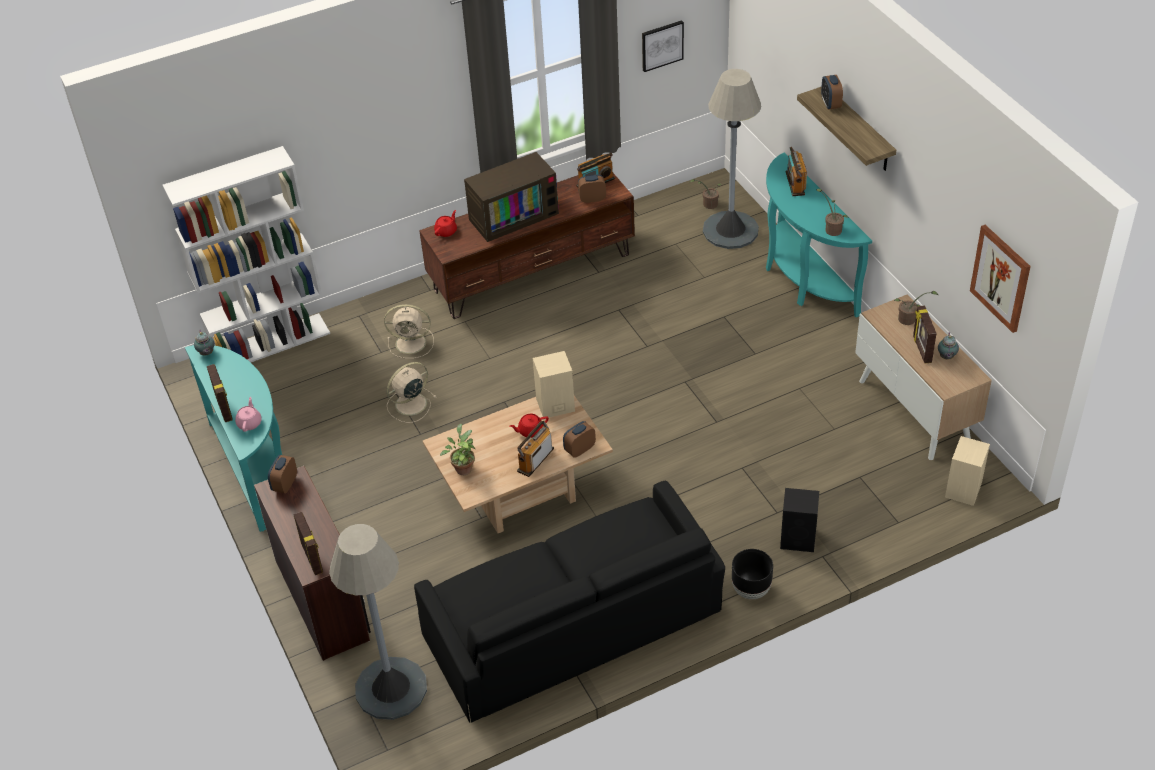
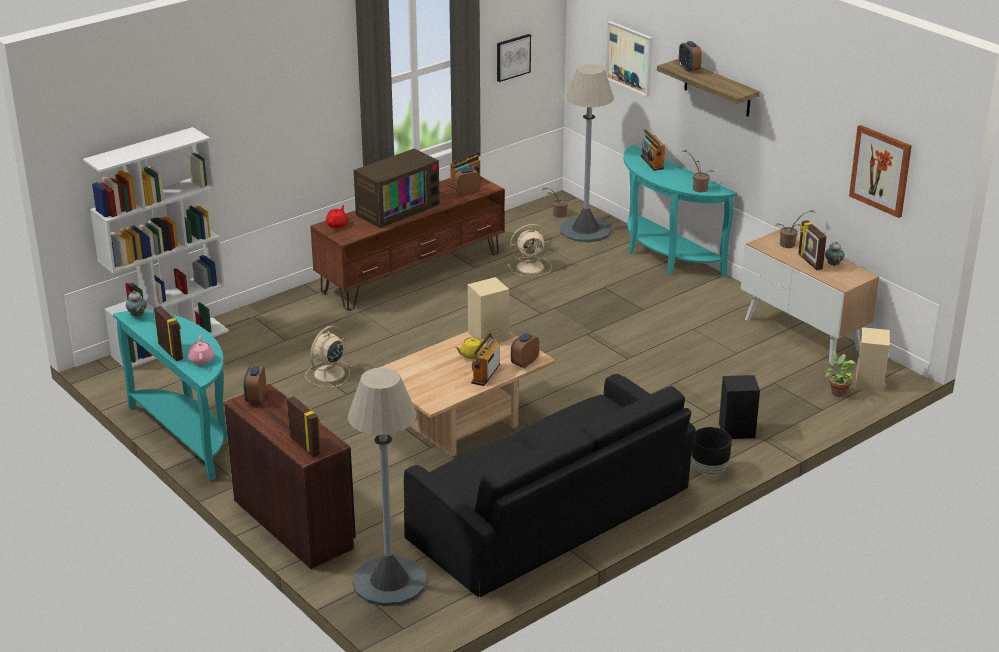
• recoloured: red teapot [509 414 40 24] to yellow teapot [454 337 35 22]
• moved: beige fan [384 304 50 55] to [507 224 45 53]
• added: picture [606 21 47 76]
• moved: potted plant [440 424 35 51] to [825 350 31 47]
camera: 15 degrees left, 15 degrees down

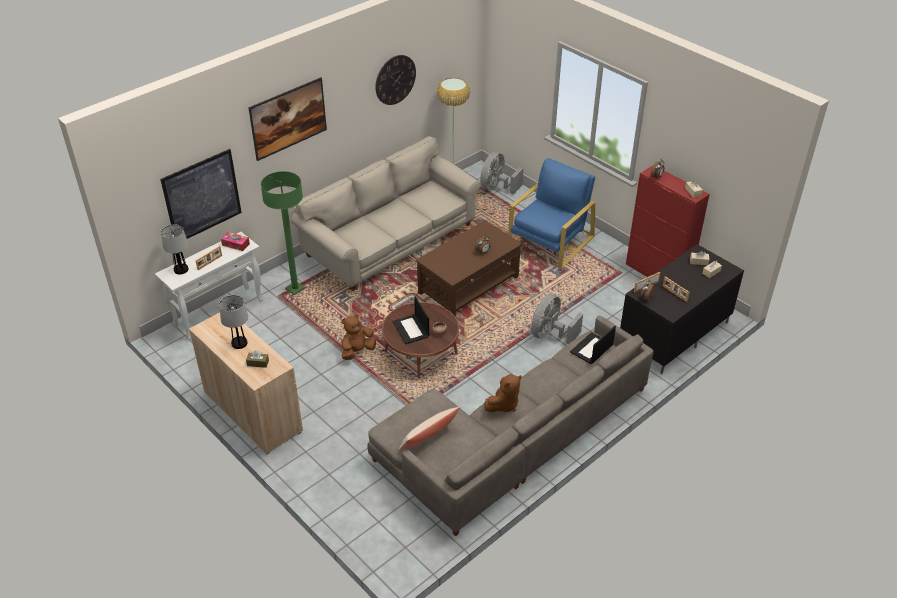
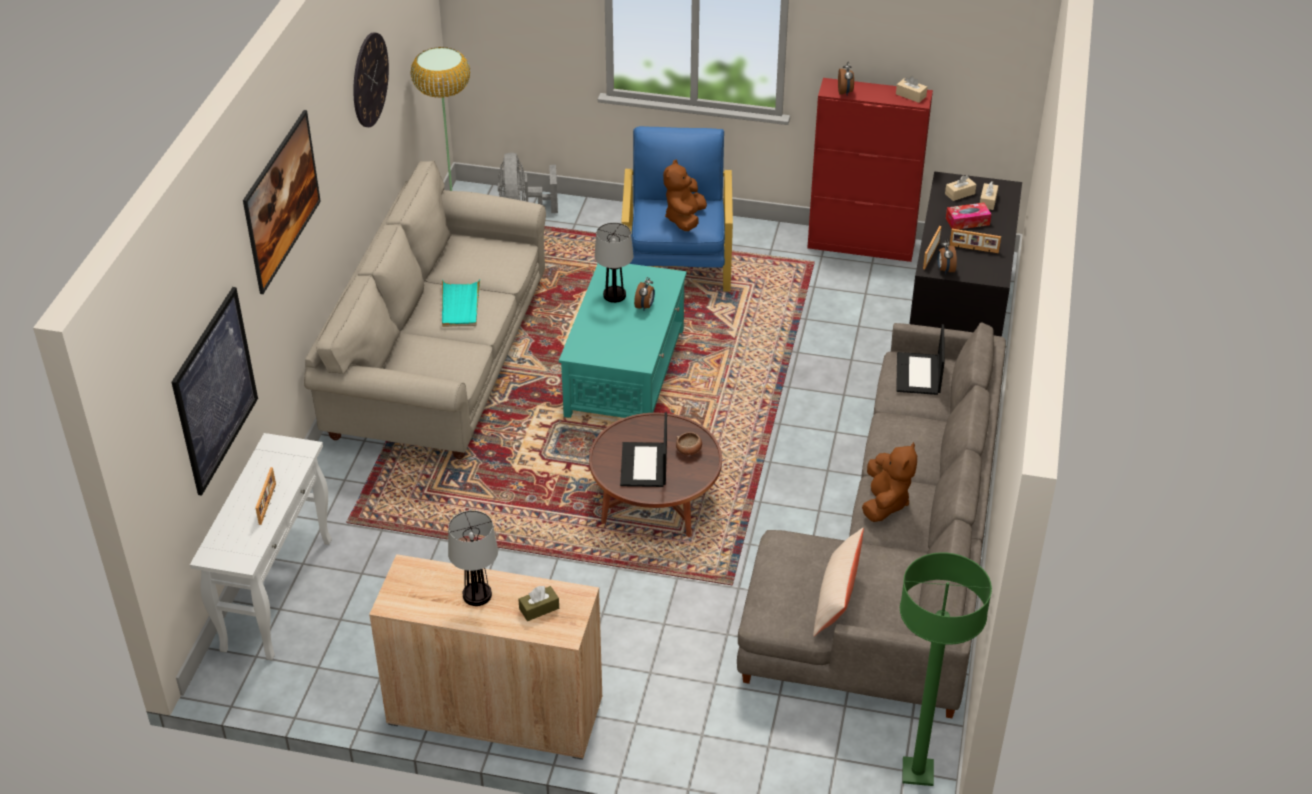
• added: turquoise tray [442 279 39 48]
• recoloured: brown coffee table [416 220 106 96] to turquoise coffee table [559 264 128 154]
• moved: table lamp [161 225 27 49] to [594 222 39 81]
• turned: laptop [392 296 37 48] = [620 412 47 75] 60 degrees clockwise
• moved: brown plush toy [342 314 34 46] to [663 160 44 71]
• moved: green floor lamp [261 171 44 124] to [900 552 92 234]
• moved: tissue box [221 232 29 19] to [946 203 45 27]
• removed: grey fan [531 294 52 50]
camera: 35 degrees left, 0 degrees up

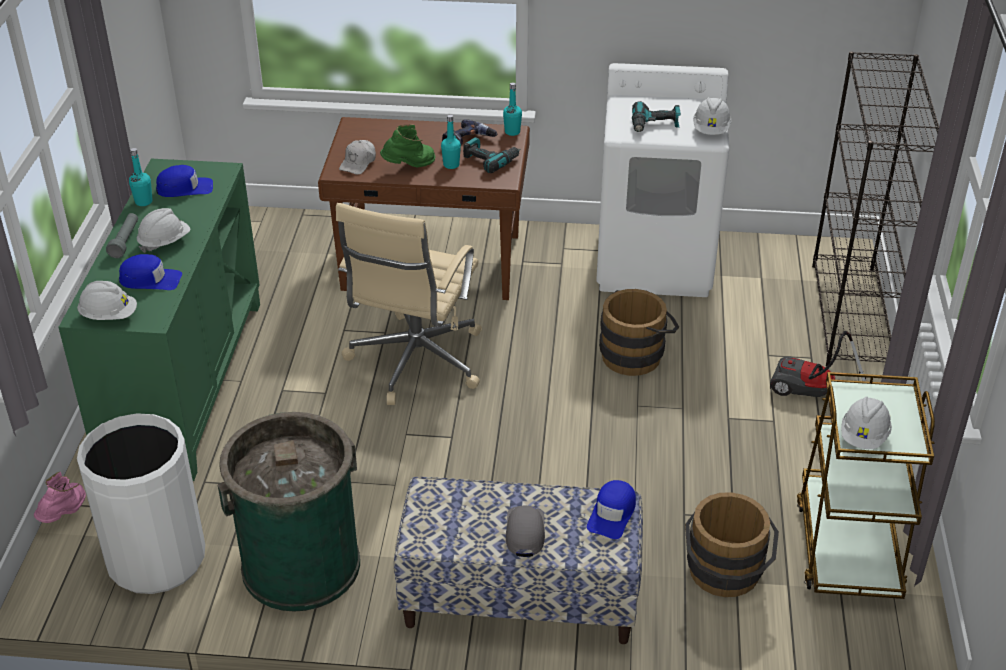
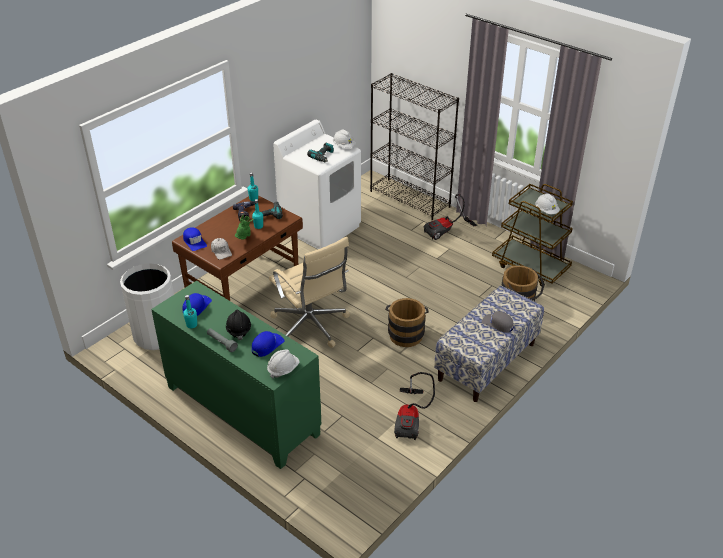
• moved: white trash can [77 413 128 181] to [120 263 54 87]
• moved: blue cap [587 480 49 59] to [183 227 24 24]
• recoloured: white hard hat [137 208 54 45] to black hard hat [226 310 25 30]
• moved: brown bucket [599 289 80 87] to [385 298 44 49]
• replaced: green trash can [218 412 142 199] to vacuum cleaner [394 372 41 68]
• removed: pink boot [34 472 52 51]
camera: 55 degrees left, 0 degrees up

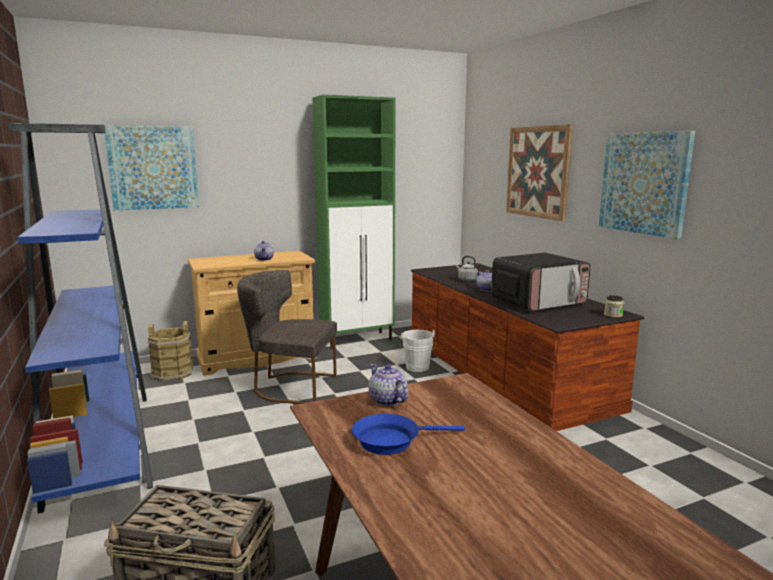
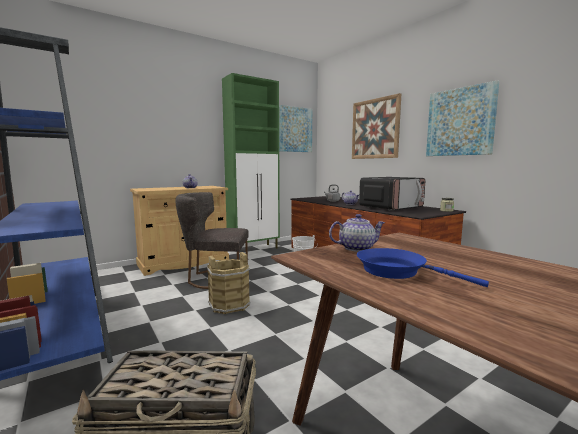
• moved: brown bucket [147 321 46 60] to [207 252 43 62]
• moved: picture [105 125 94 85] to [279 105 33 47]
• turned: teapot [368 364 40 42] = [329 214 56 38] 120 degrees clockwise
• turned: blue frying pan [352 414 113 41] = [357 248 132 39] 60 degrees clockwise
camera: 10 degrees left, 5 degrees down

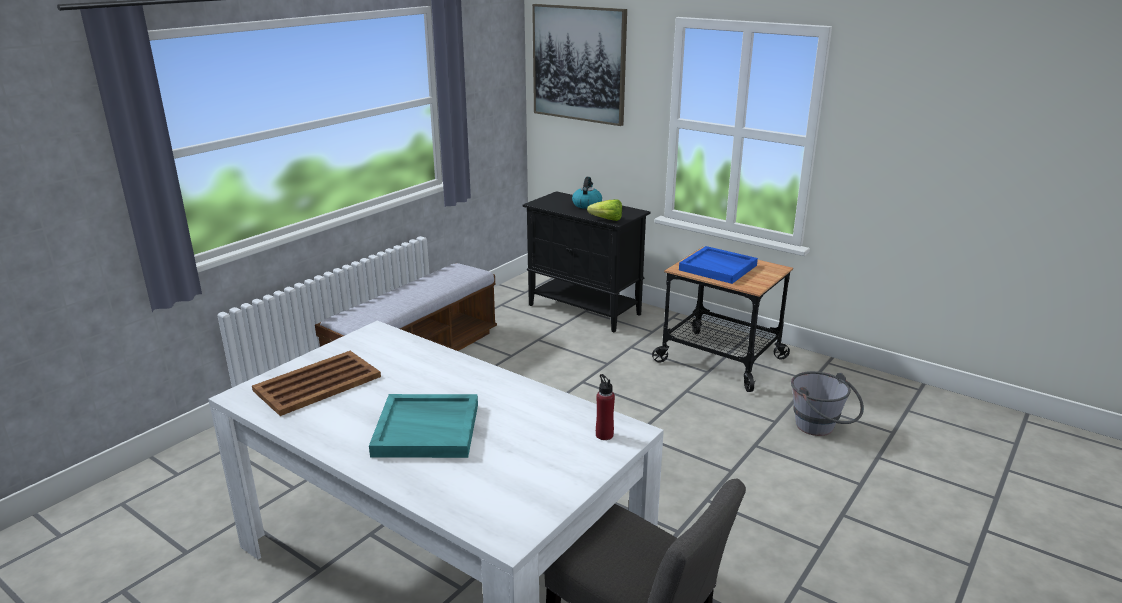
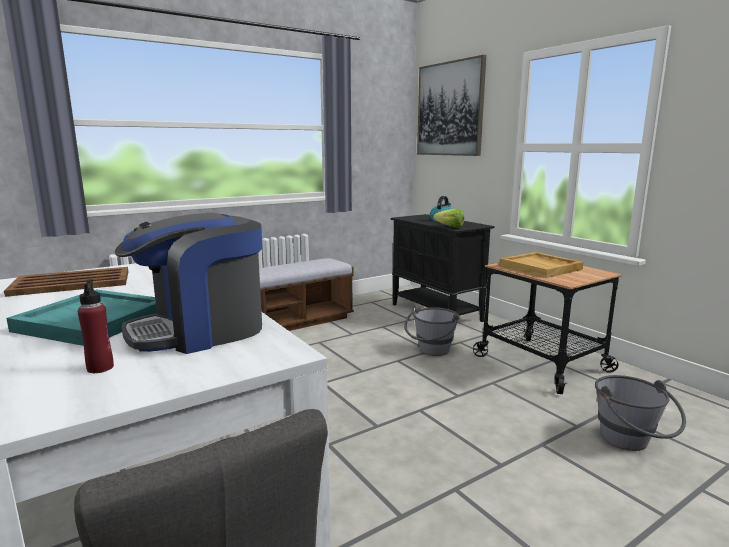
• moved: red bottle [596 374 19 66] to [78 279 36 94]
• added: coffee machine [115 213 147 141]
• added: grey bucket [404 305 55 51]
• recoloured: blue tray [679 246 79 38] to beige tray [499 252 84 26]
camera: 20 degrees right, 10 degrees down

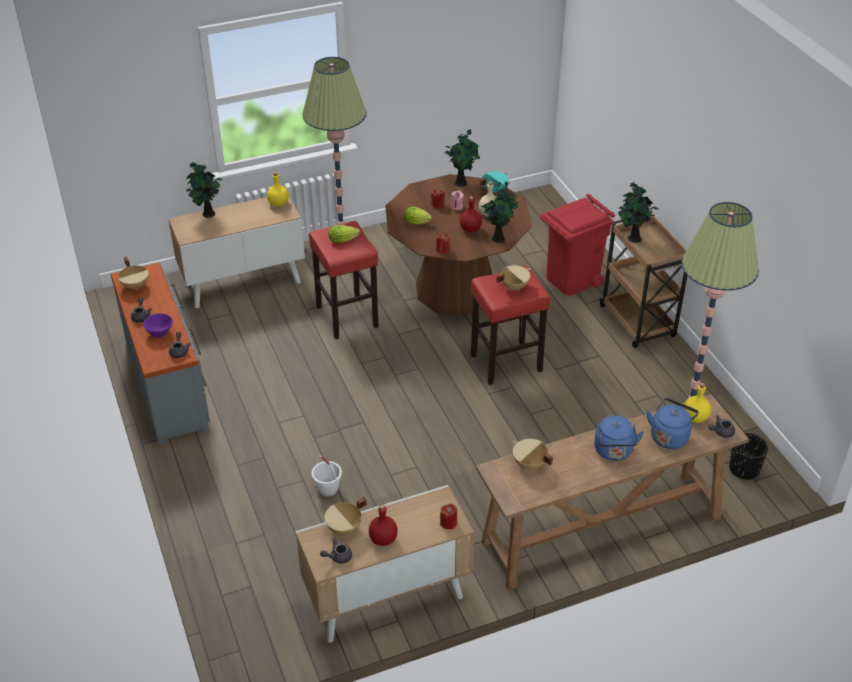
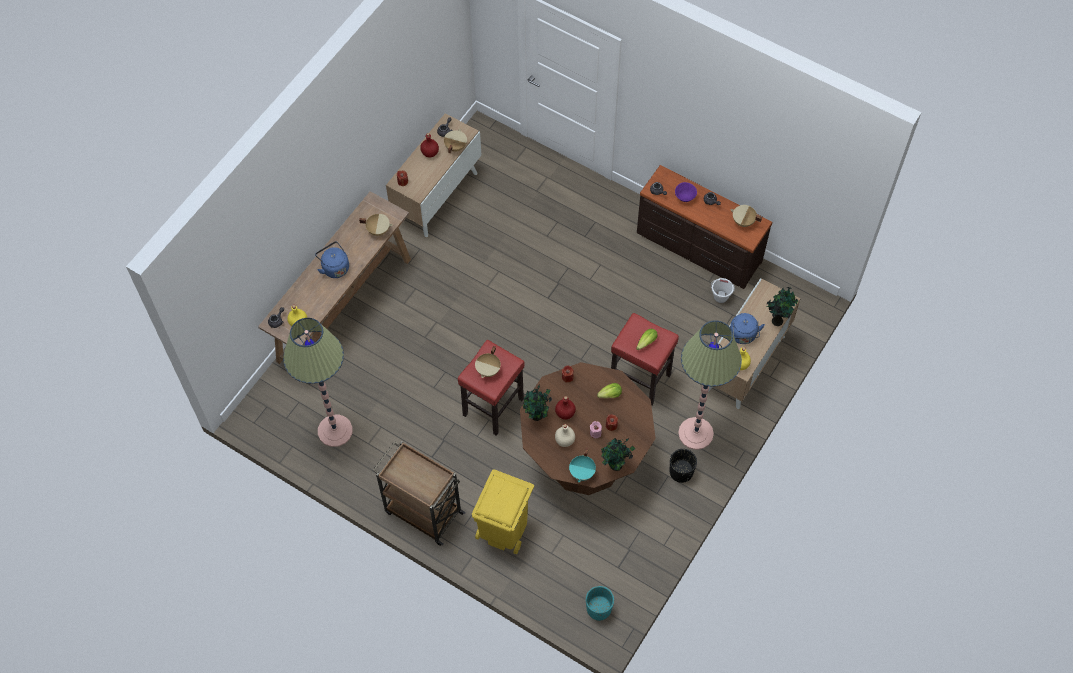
• recoloured: red trash can [540 194 75 102] to yellow trash can [472 469 62 85]
• added: turquoise planter [586 586 28 35]
• recoloured: grey dresser [110 263 100 182] to brown dresser [637 165 135 124]
• moved: black planter [729 433 39 47] to [669 449 28 34]
• moved: white bucket [312 455 30 42] to [711 278 24 25]
• moved: blue kettle [646 398 53 51] to [730 313 35 31]
• removed: potted plant [618 182 41 61]
camera: 145 degrees right, 20 degrees up

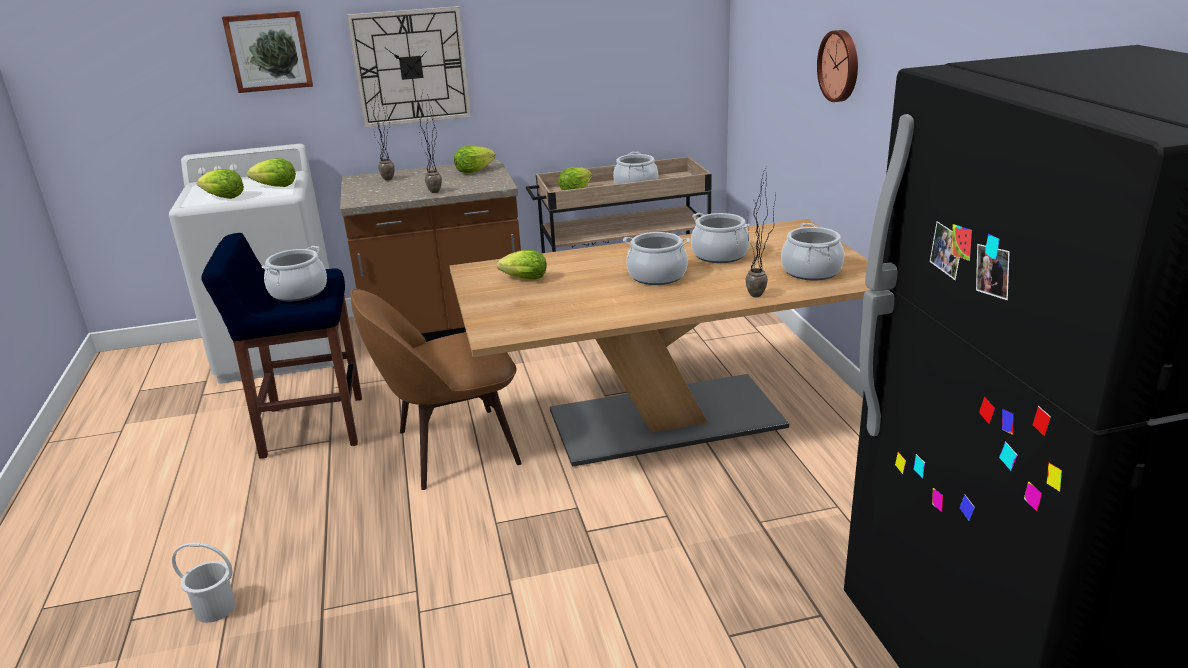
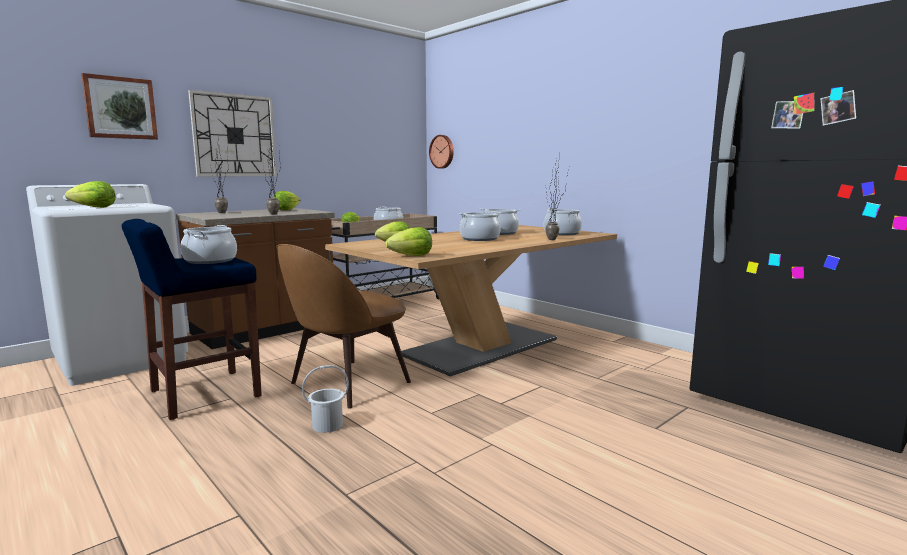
• moved: white bucket [172 543 64 80] to [302 365 47 68]
• moved: lettuce [247 158 49 29] to [386 227 46 29]
• moved: wall clock [817 30 41 72] to [429 135 25 34]
camera: 30 degrees left, 15 degrees down

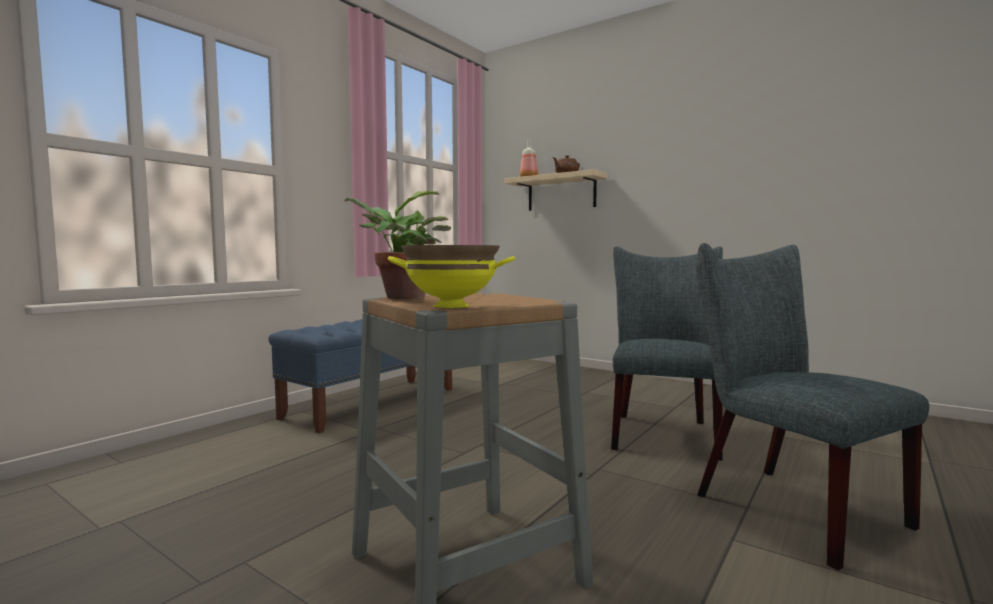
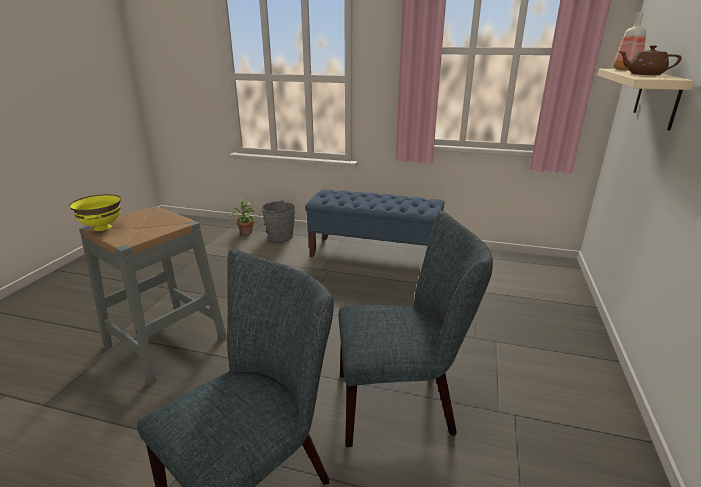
• moved: potted plant [345 191 106 108] to [229 199 26 36]
• added: grey bucket [261 200 35 42]
camera: 70 degrees right, 20 degrees up

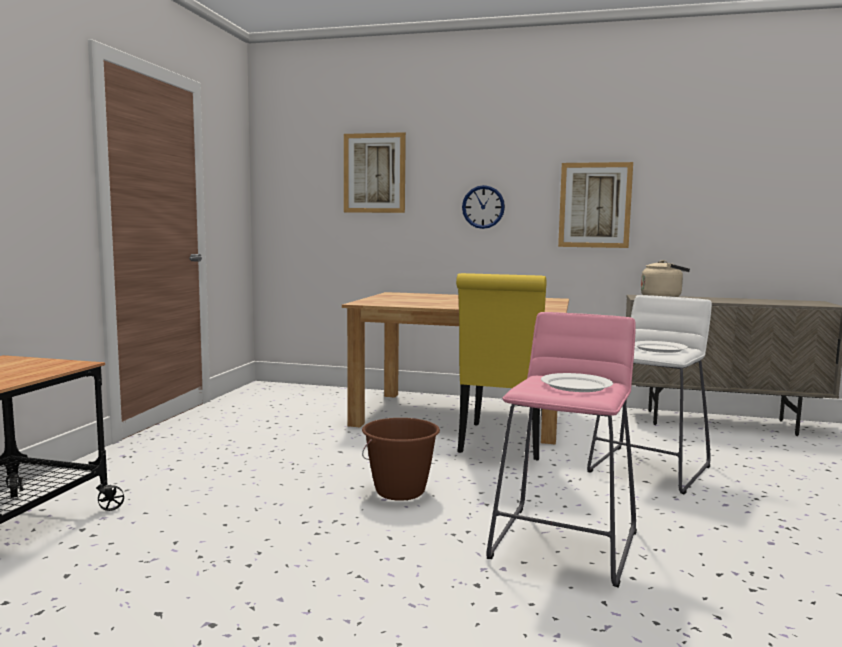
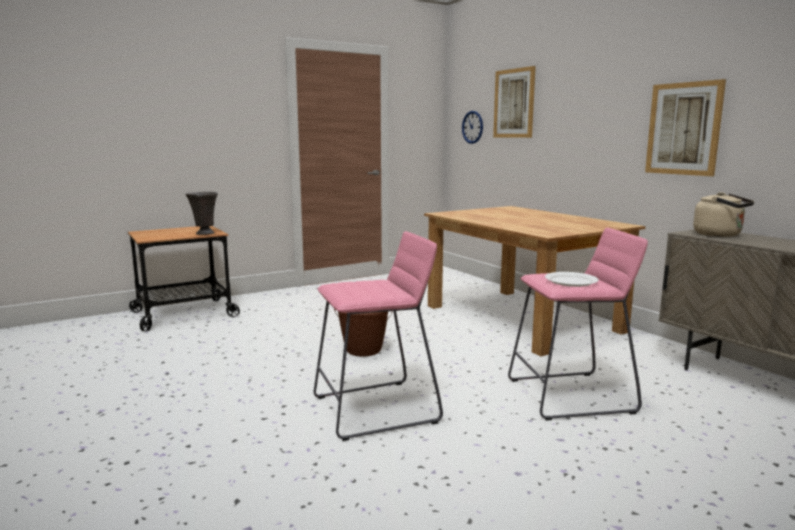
• added: grey vase [186 192 32 43]
• moved: wall clock [462 185 43 44] to [462 111 21 33]
• recoloured: white stool [587 295 125 199] to pink stool [508 228 140 192]
• removed: yellow chair [456 273 90 188]
• removed: white plate [541 373 72 19]
camera: 45 degrees right, 5 degrees up

